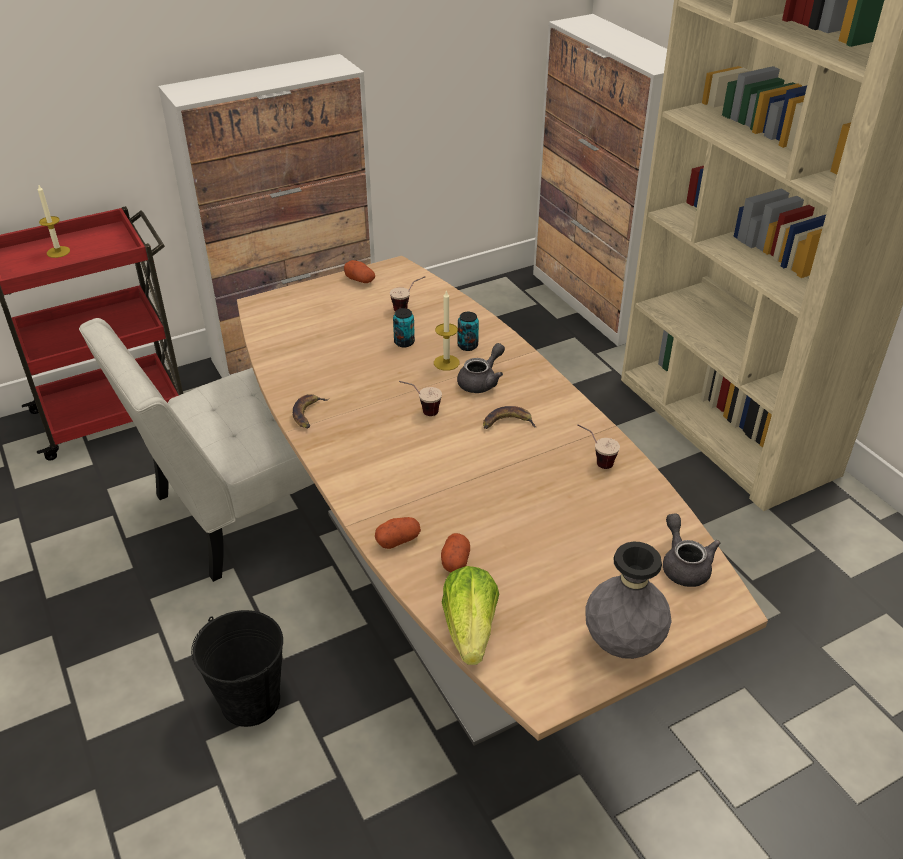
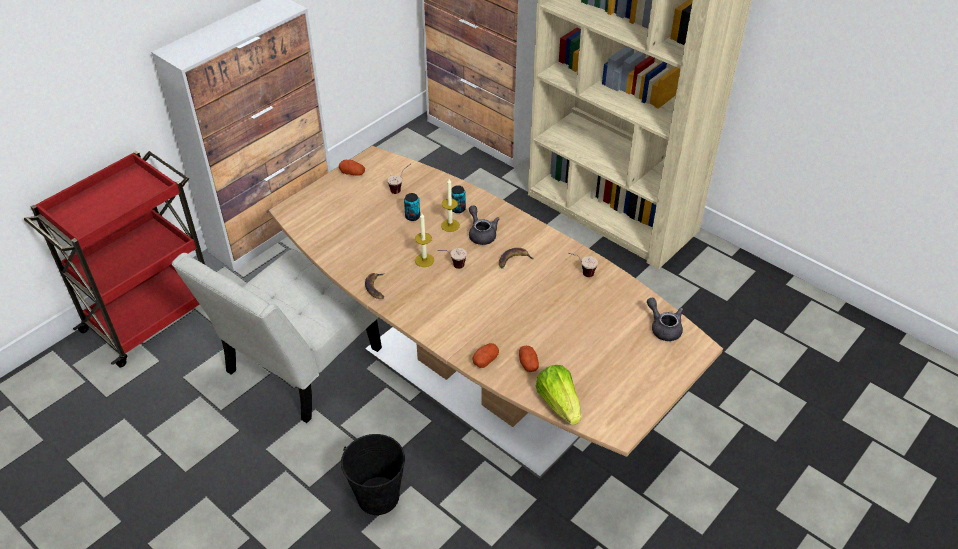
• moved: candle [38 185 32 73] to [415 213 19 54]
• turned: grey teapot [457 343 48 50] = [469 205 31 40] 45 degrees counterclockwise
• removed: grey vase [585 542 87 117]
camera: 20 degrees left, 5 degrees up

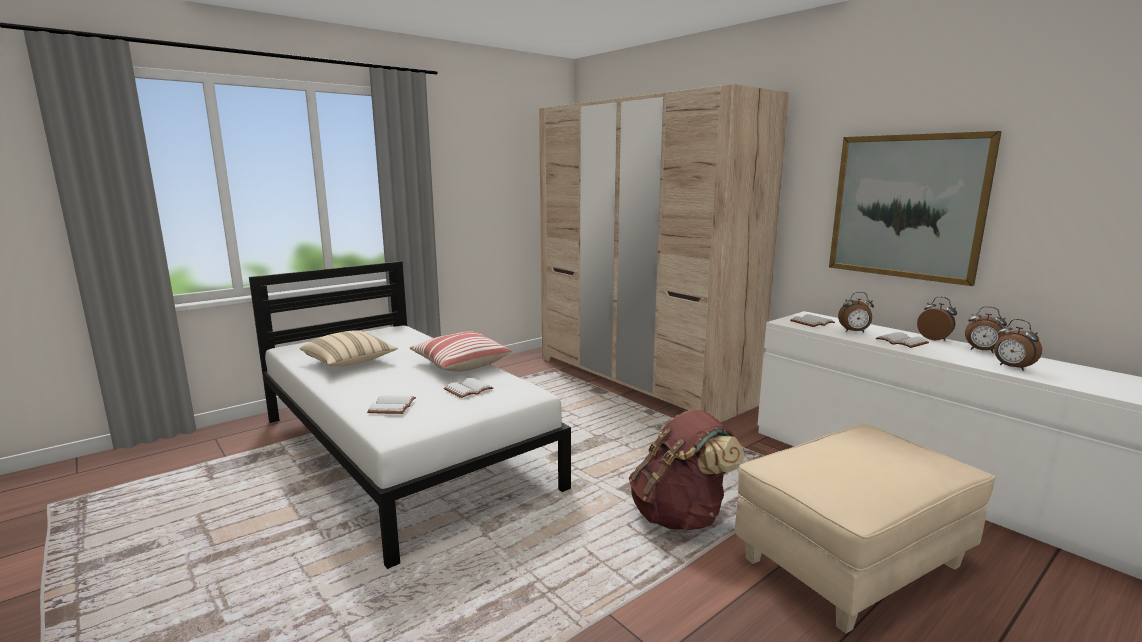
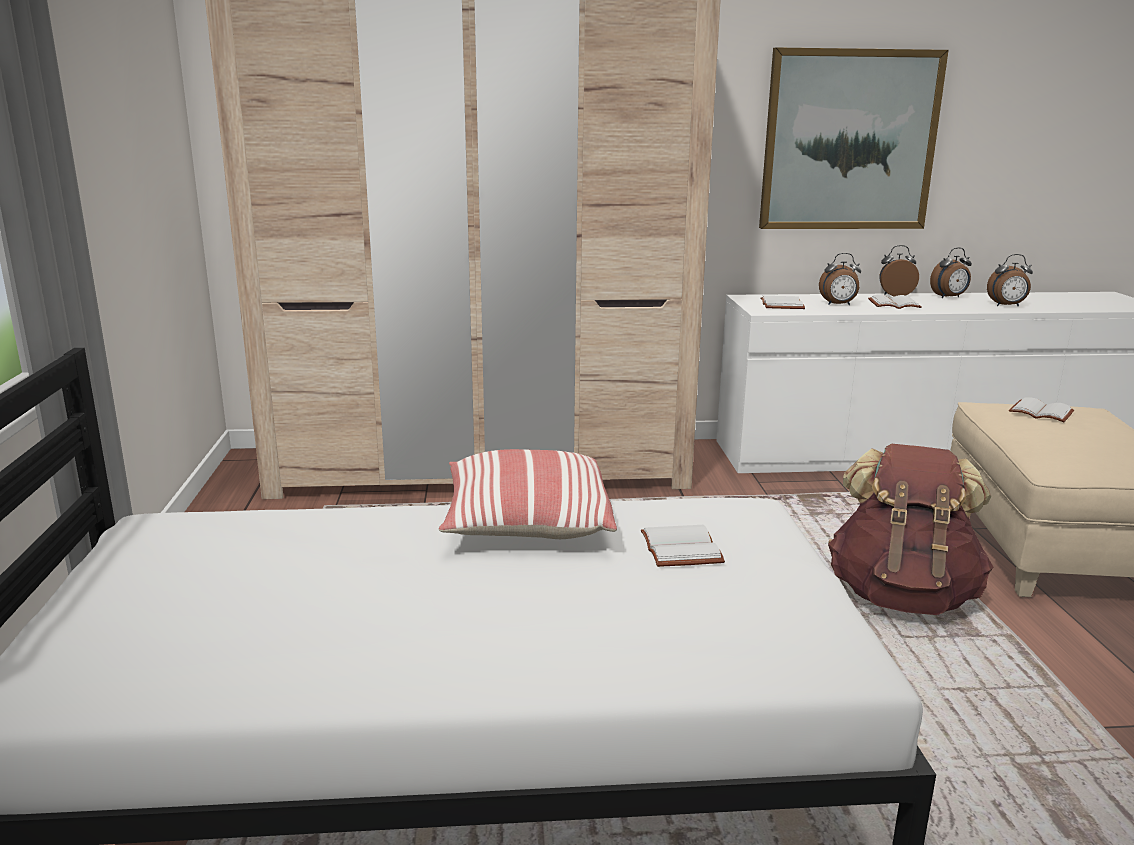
• turned: alarm clock [838 292 36 41] = [819 253 42 52] 45 degrees clockwise
• moved: white book [367 395 49 19] to [1009 398 65 24]
• removed: beige pillow [300 331 98 35]
camera: 55 degrees left, 5 degrees up

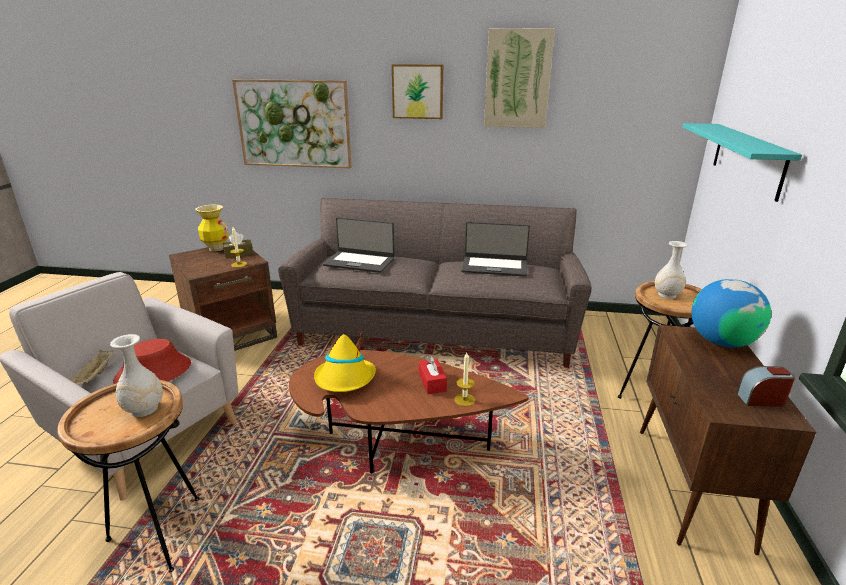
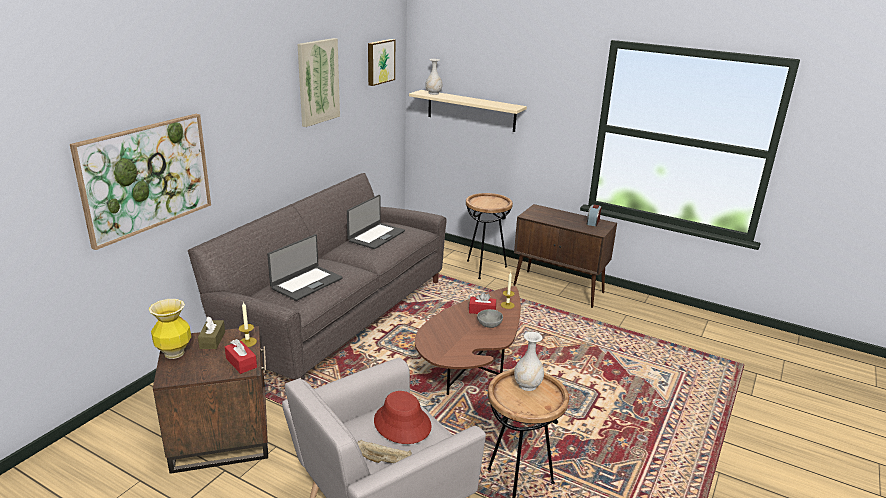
• added: red tissue box [225 339 32 35]
• moved: picture [392 64 51 55] to [368 39 27 47]
• recoloured: turquoise shelf [682 123 120 79] to beige shelf [409 90 118 42]
• moved: white vase [655 241 33 58] to [425 59 17 36]
• added: grey bowl [477 309 26 19]
• removed: yellow hat [314 331 62 61]
• removed: globe [691 279 80 68]
camera: 70 degrees left, 0 degrees up

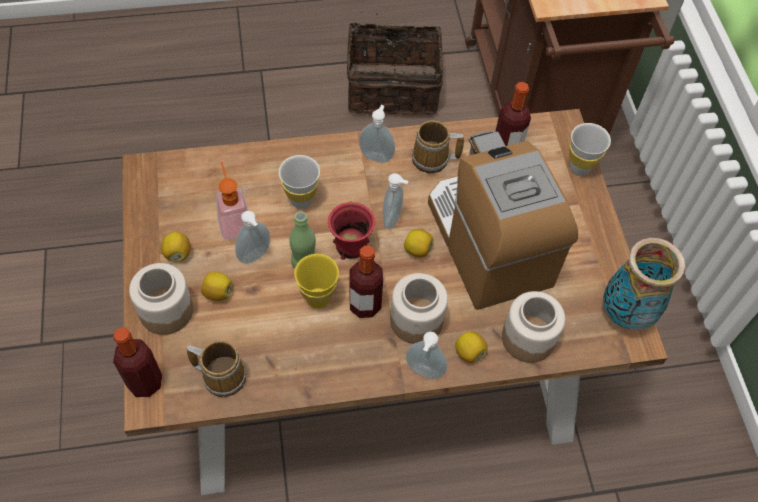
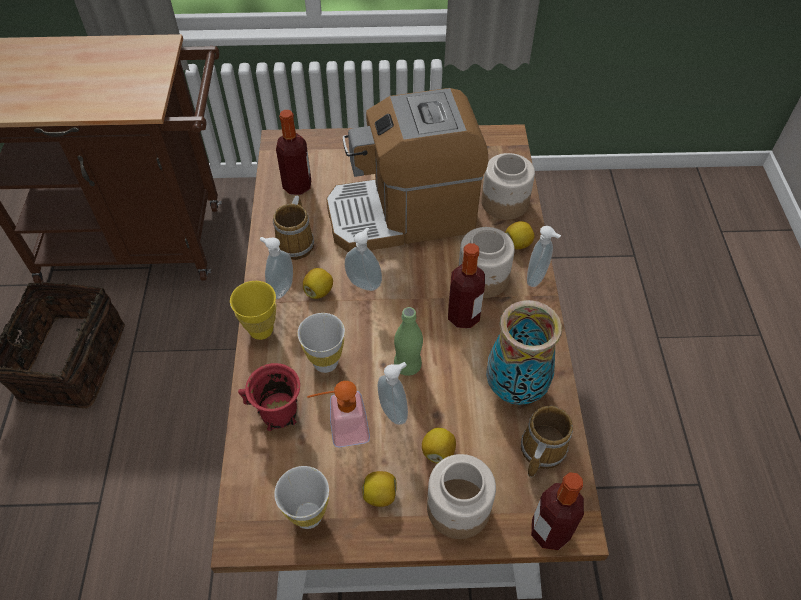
• moved: yellow cup [294 254 45 54] to [230 281 46 59]
• moved: red mug [328 201 47 59] to [238 363 62 68]
• moved: white cup [569 123 42 53] to [274 466 55 63]
• moved: lemon [404 229 30 29] to [303 268 30 31]
• moved: vase [603 238 82 92] to [486 300 76 105]
camera: 80 degrees left, 5 degrees down

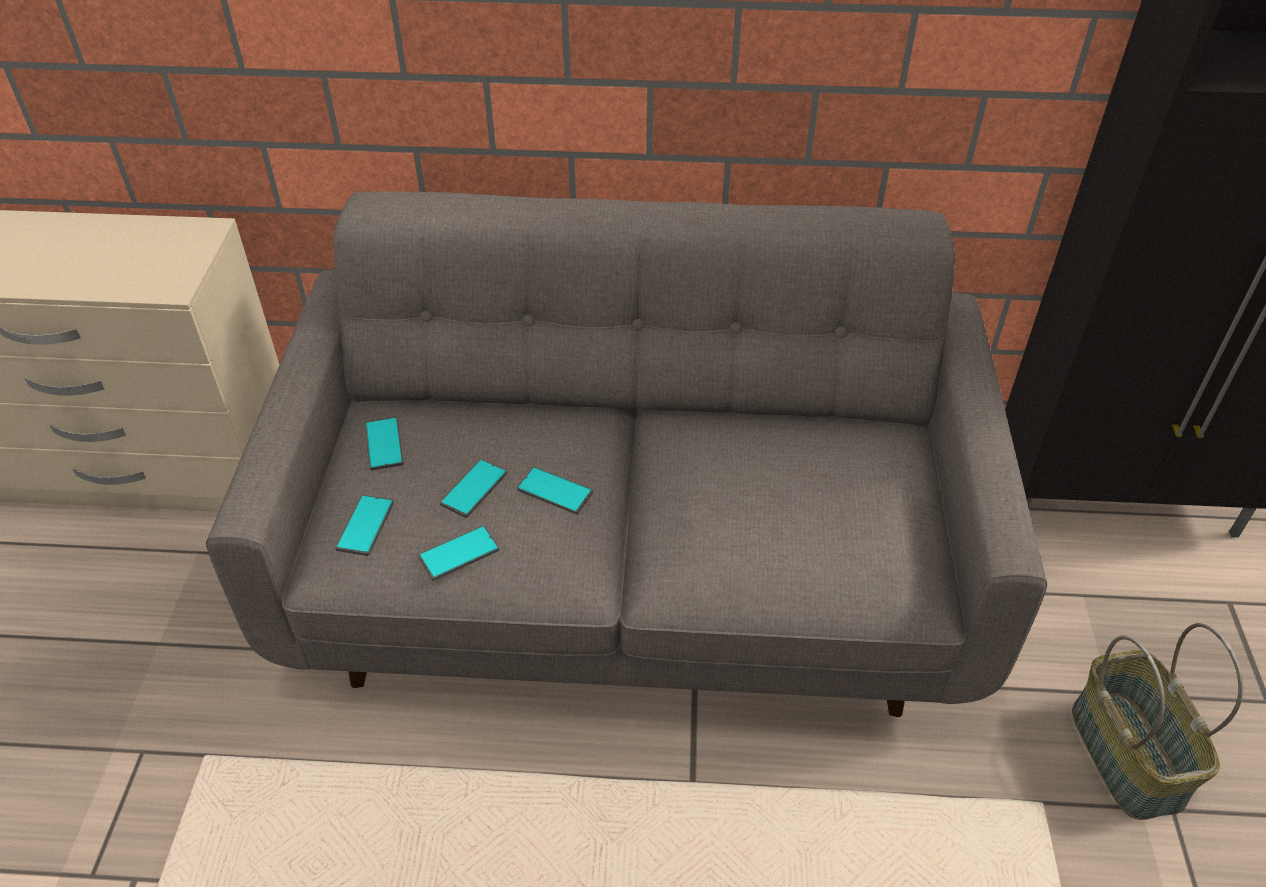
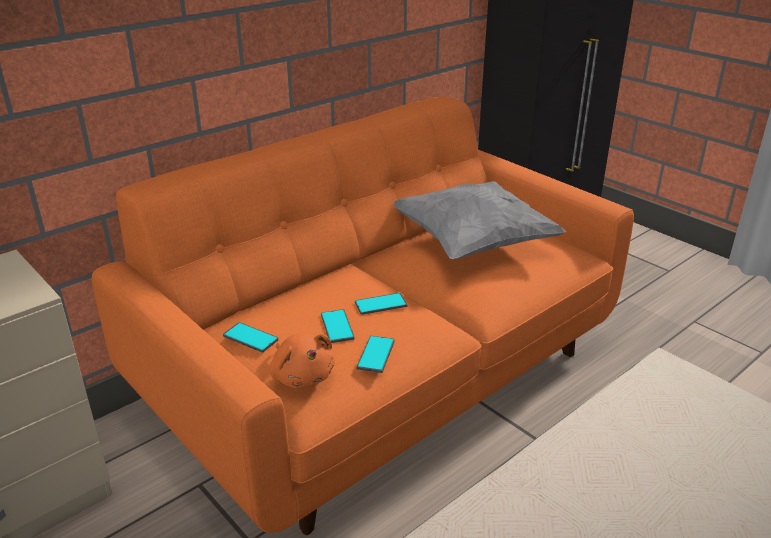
• recoloured: grey sofa [206 191 841 526] to orange sofa [92 97 542 438]
• replaced: phone [335 495 59 61] to orange plush toy [270 333 65 56]
• added: grey pillow [394 181 172 78]
• removed: basket [1072 623 171 197]
camera: 45 degrees left, 15 degrees down

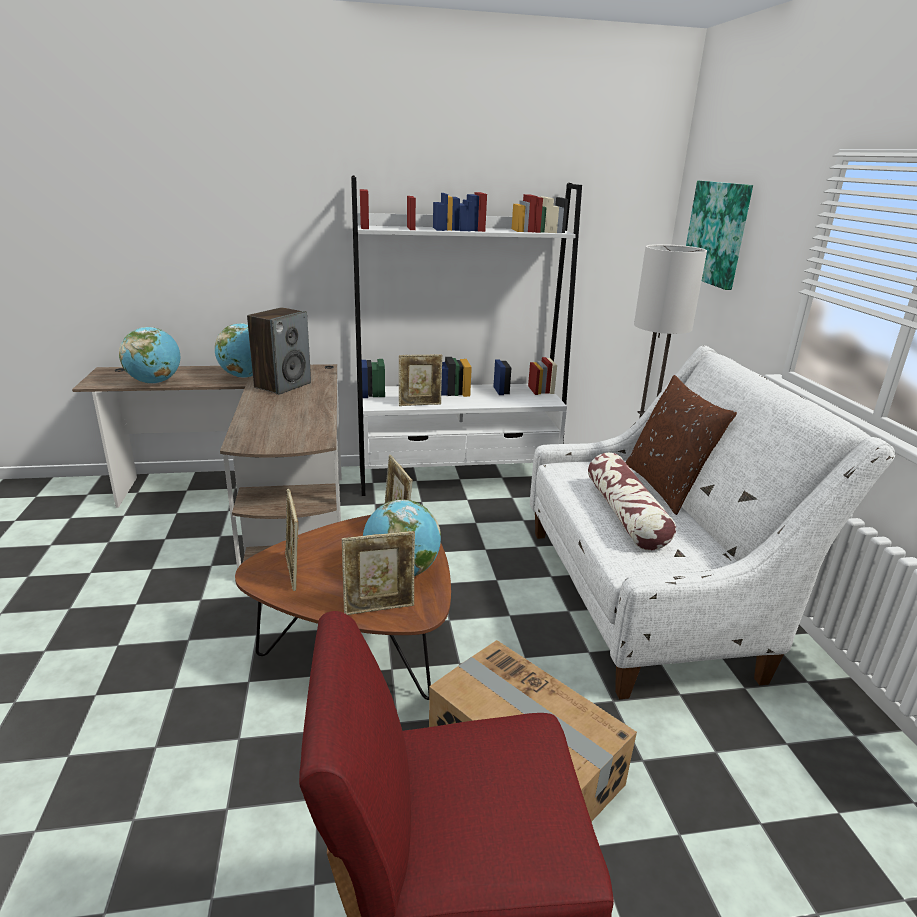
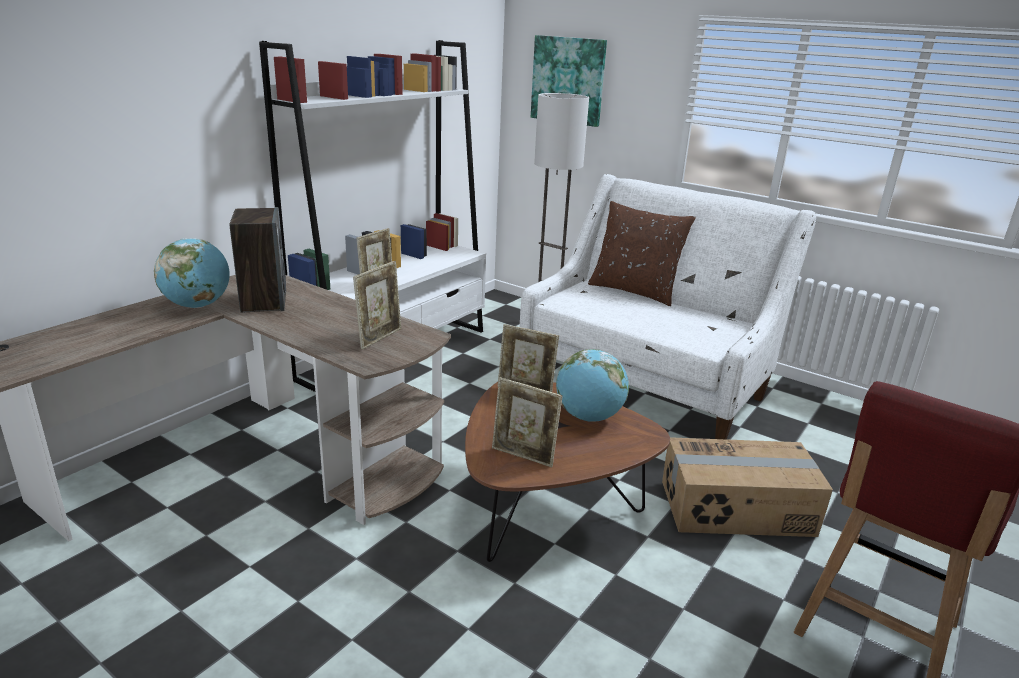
• moved: picture frame [342 531 73 84] to [353 261 48 89]
• removed: globe [119 327 61 57]
• removed: pillow [588 453 88 98]
camera: 45 degrees left, 0 degrees up

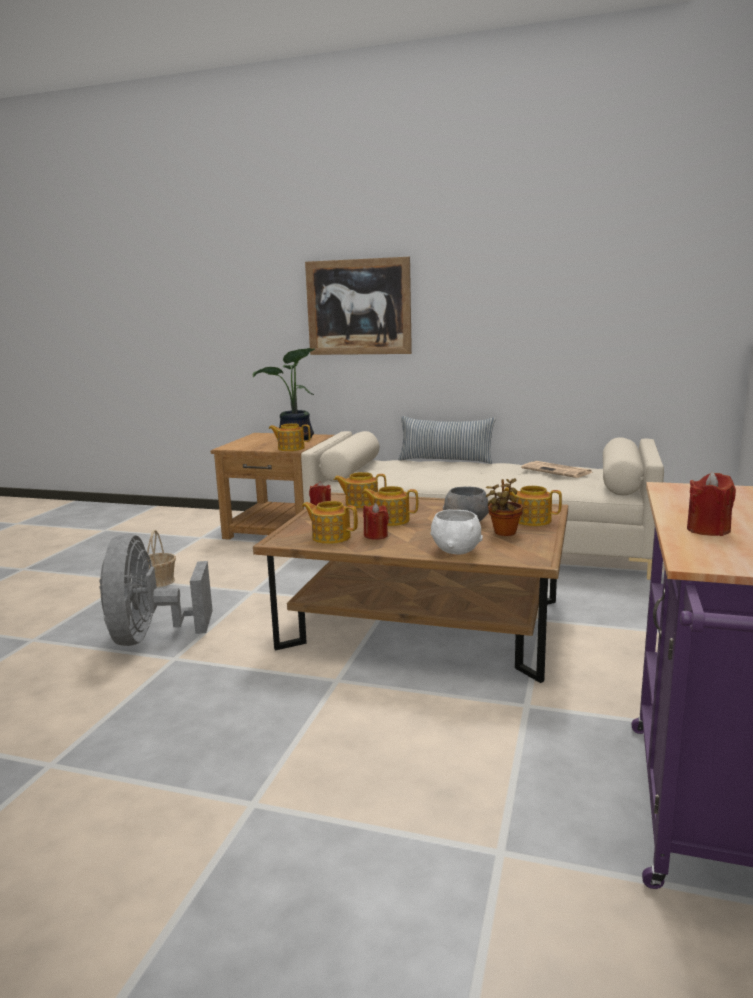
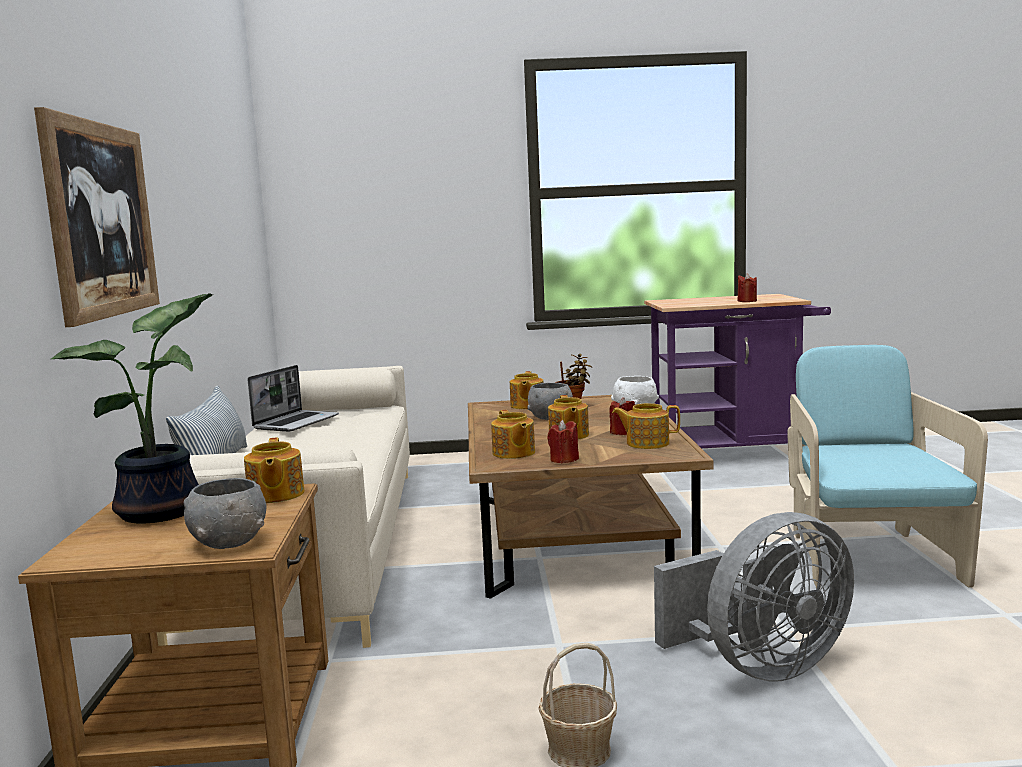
• added: grey bowl [184 478 83 71]
• replaced: newspaper [521 461 72 17] to laptop [248 365 91 67]
• turned: teapot [302 501 56 43] = [612 403 68 46] 90 degrees clockwise
• added: turquoise armchair [787 345 201 243]
camera: 110 degrees left, 5 degrees down

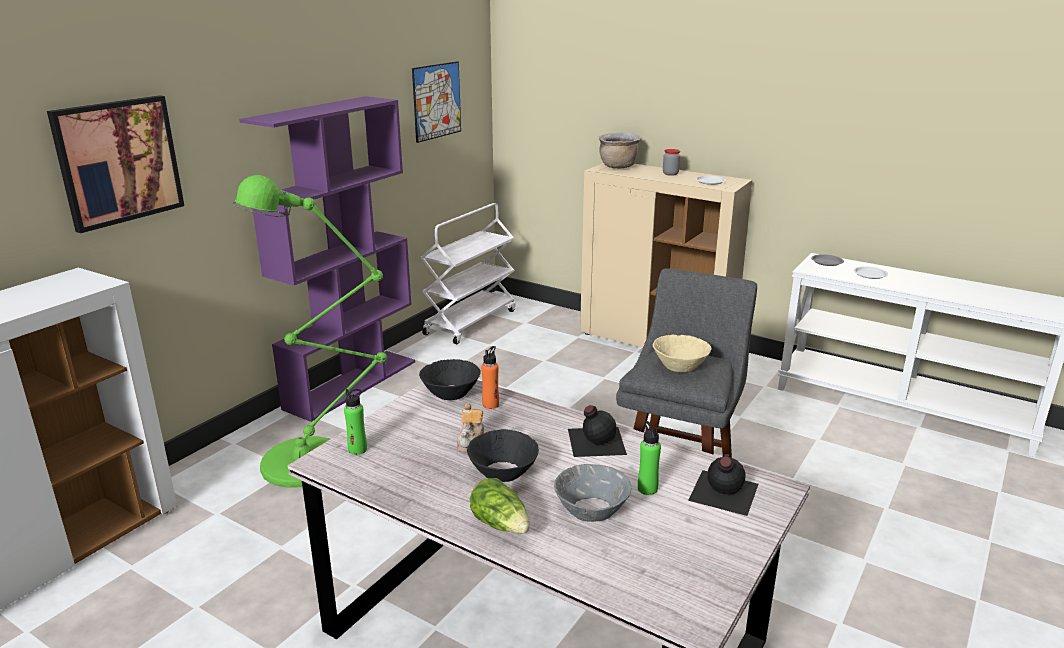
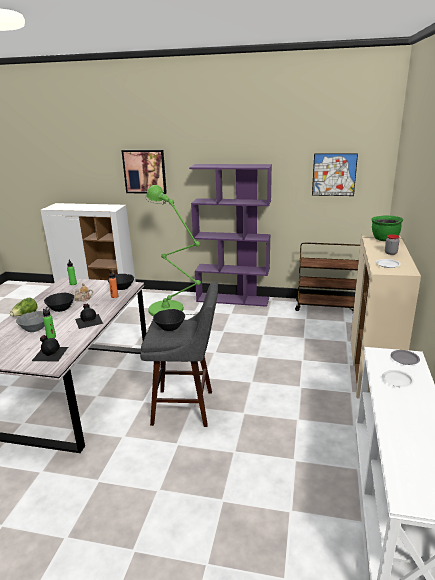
• recoloured: beige bowl [653 335 59 37] to black bowl [153 309 32 22]
• recoloured: white cart [420 203 96 141] to brown cart [295 242 65 69]
• recoloured: brown cooking pot [599 132 42 36] to green cooking pot [371 215 32 26]
camera: 70 degrees right, 0 degrees up

